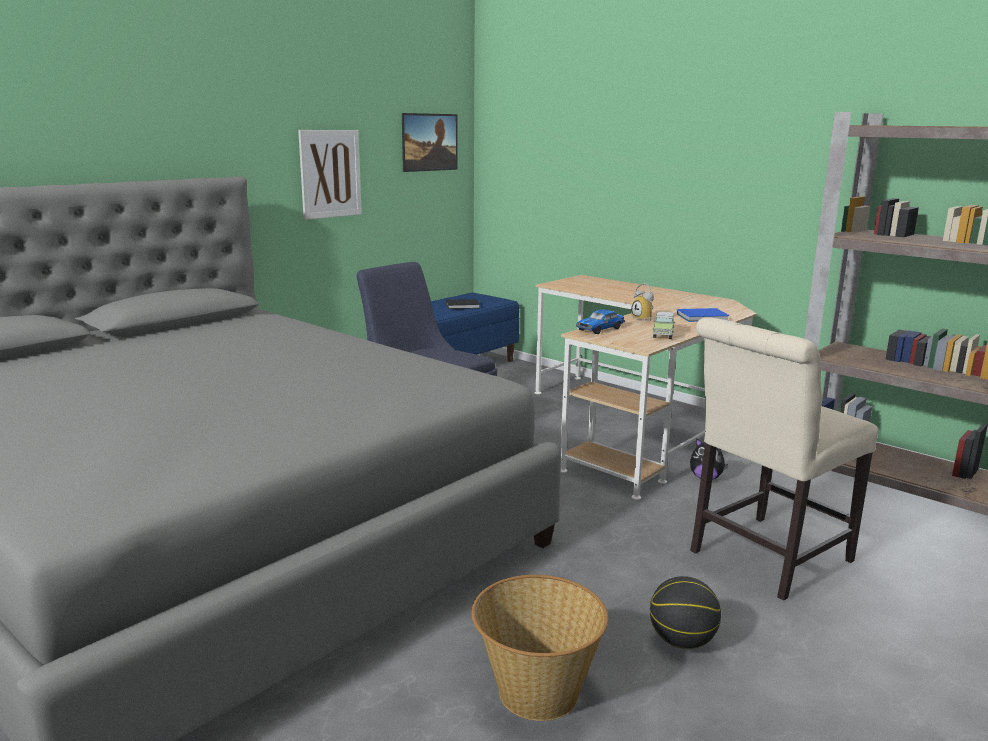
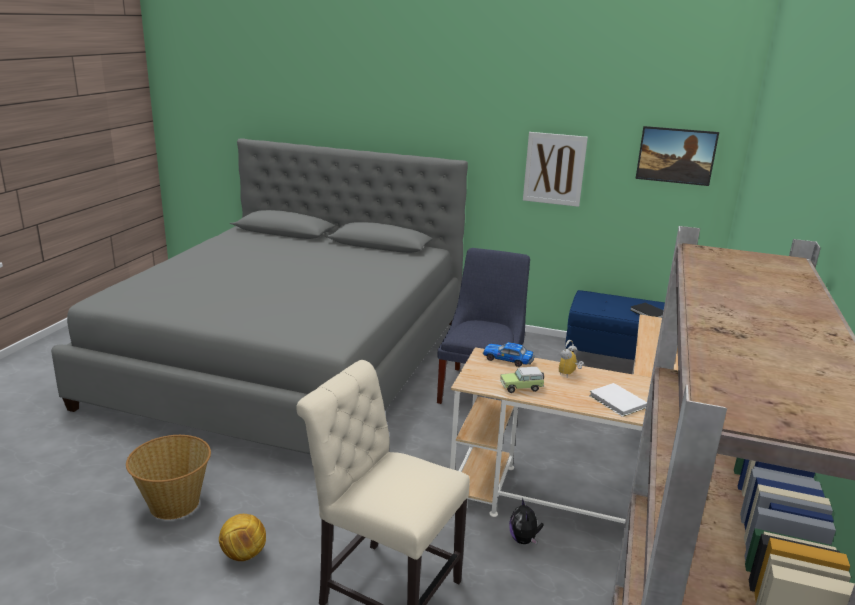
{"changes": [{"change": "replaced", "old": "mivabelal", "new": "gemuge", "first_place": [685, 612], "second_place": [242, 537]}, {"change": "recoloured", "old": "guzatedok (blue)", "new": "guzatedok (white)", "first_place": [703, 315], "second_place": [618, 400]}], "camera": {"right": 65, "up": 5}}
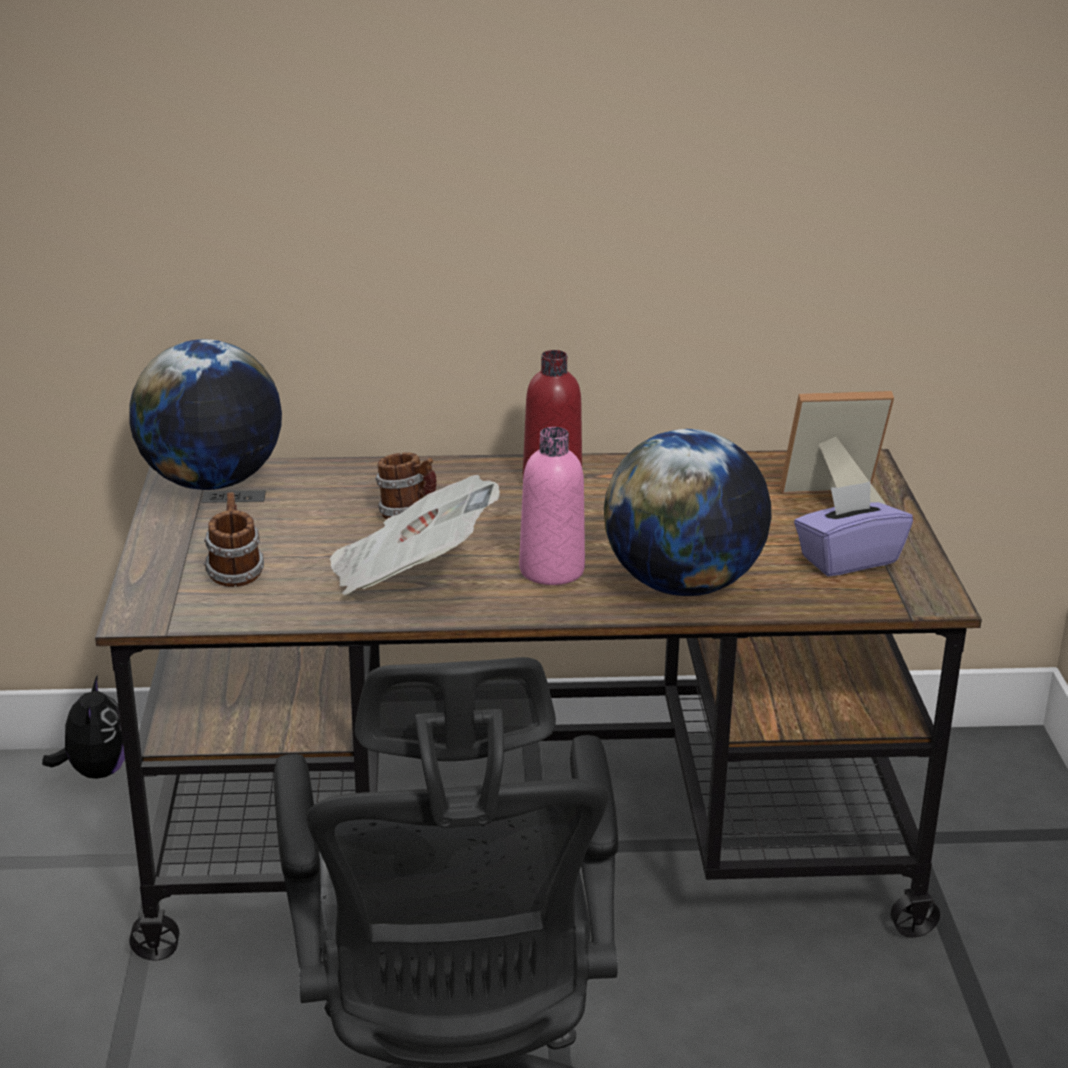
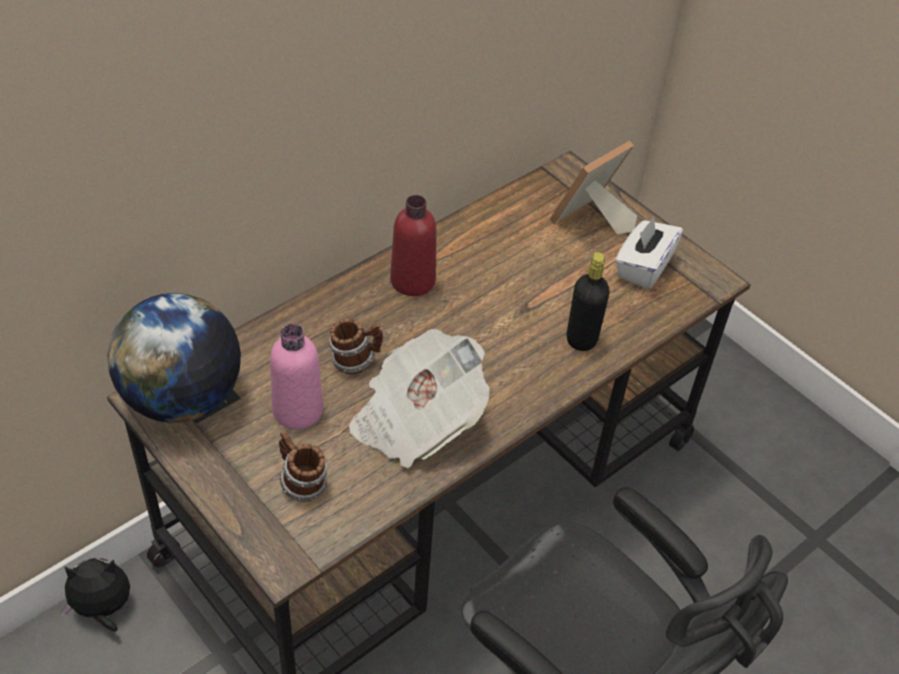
{"changes": [{"change": "turned", "old": "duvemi", "first_place": [83, 726], "second_place": [95, 595], "degrees": -60}, {"change": "moved", "old": "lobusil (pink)", "first_place": [552, 506], "second_place": [296, 376]}, {"change": "replaced", "old": "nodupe", "new": "lobusil (black)", "first_place": [687, 512], "second_place": [588, 301]}, {"change": "recoloured", "old": "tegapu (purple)", "new": "tegapu (white)", "first_place": [853, 528], "second_place": [649, 253]}], "camera": {"right": -40, "up": 20}}
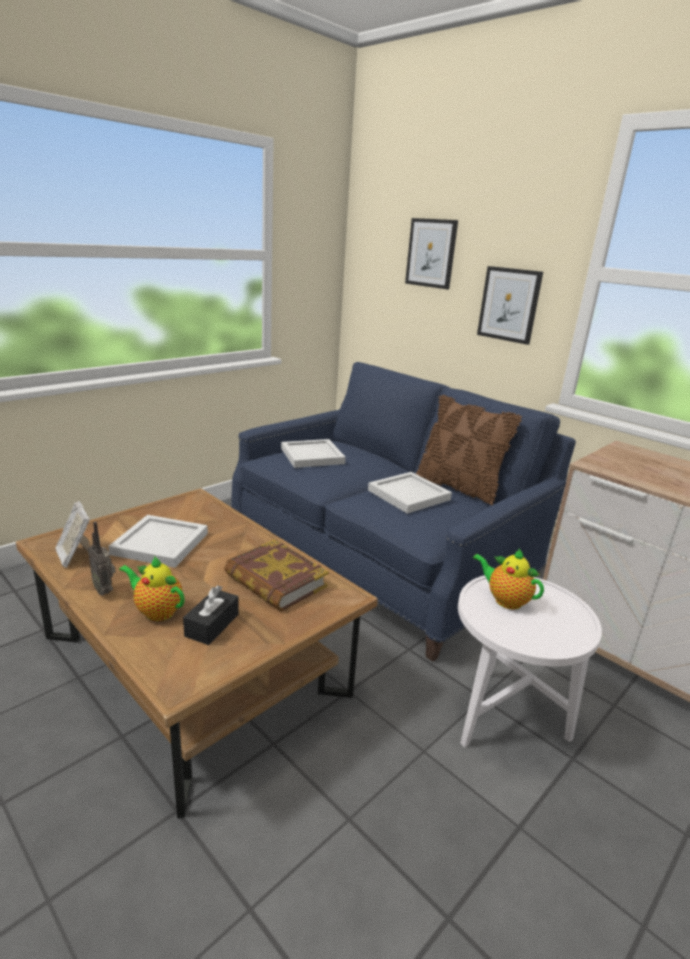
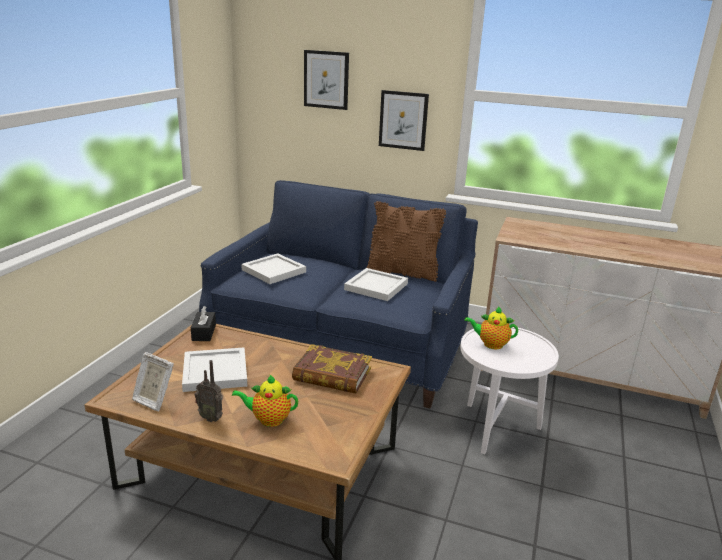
{"changes": [{"change": "moved", "old": "tegapu (black)", "first_place": [211, 615], "second_place": [203, 323]}], "camera": {"right": -25, "up": 0}}
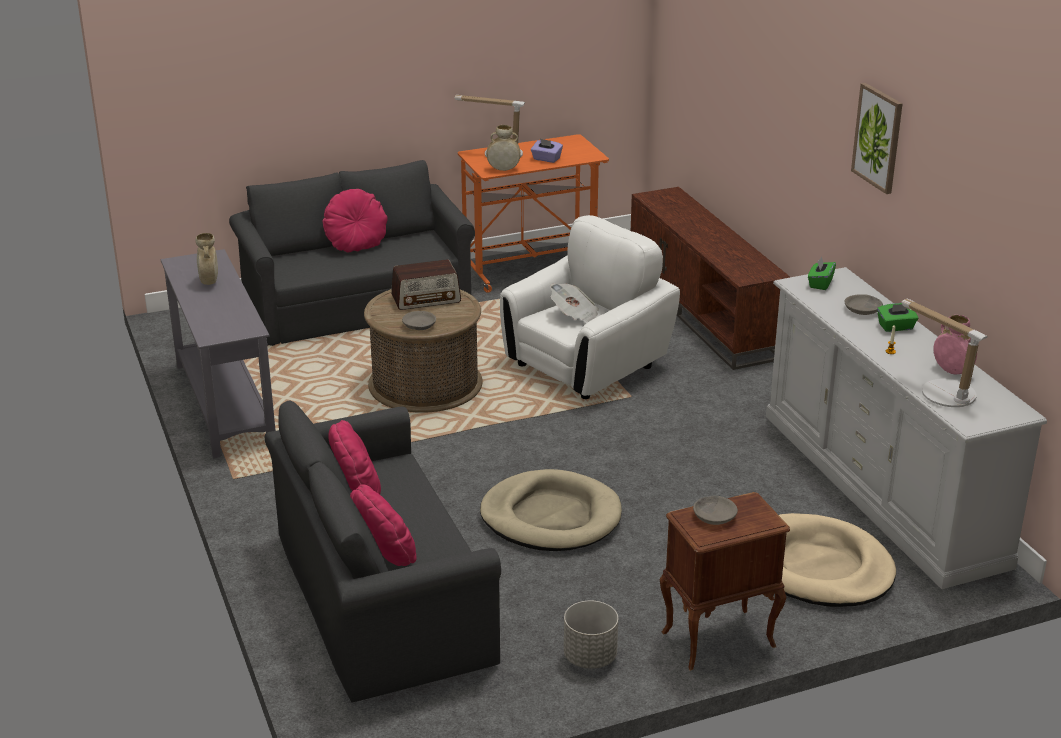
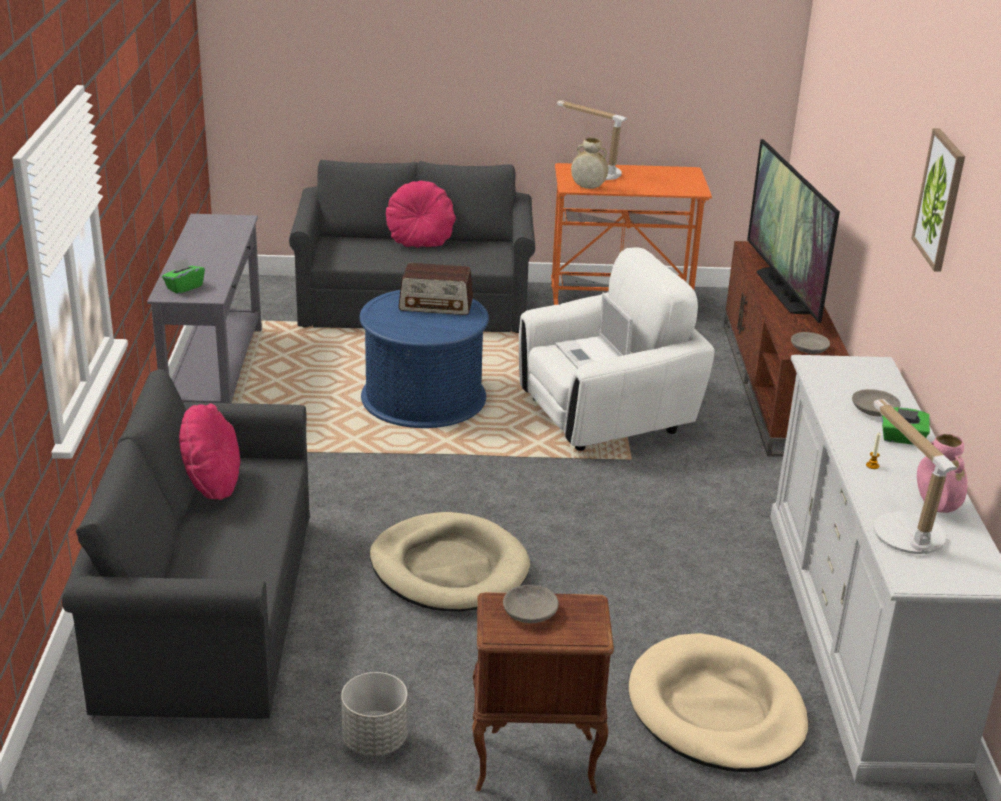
{"changes": [{"change": "removed", "old": "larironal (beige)", "first_place": [206, 259]}, {"change": "removed", "old": "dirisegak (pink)", "first_place": [383, 525]}, {"change": "recoloured", "old": "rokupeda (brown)", "new": "rokupeda (blue)", "first_place": [423, 351], "second_place": [424, 359]}, {"change": "moved", "old": "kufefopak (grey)", "first_place": [419, 320], "second_place": [810, 343]}, {"change": "removed", "old": "tegapu (purple)", "first_place": [547, 151]}, {"change": "replaced", "old": "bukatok", "new": "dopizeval", "first_place": [574, 302], "second_place": [594, 331]}, {"change": "moved", "old": "tegapu (green)", "first_place": [822, 273], "second_place": [183, 276]}, {"change": "added", "new": "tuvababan", "second_place": [793, 231]}], "camera": {"right": 20, "up": 0}}
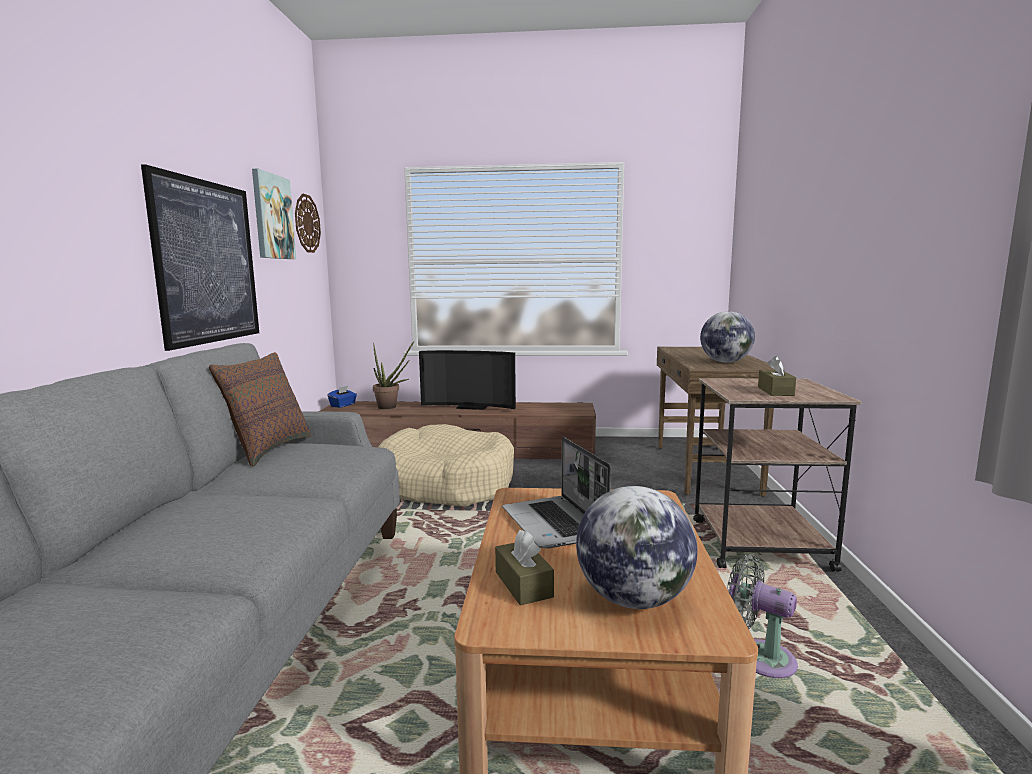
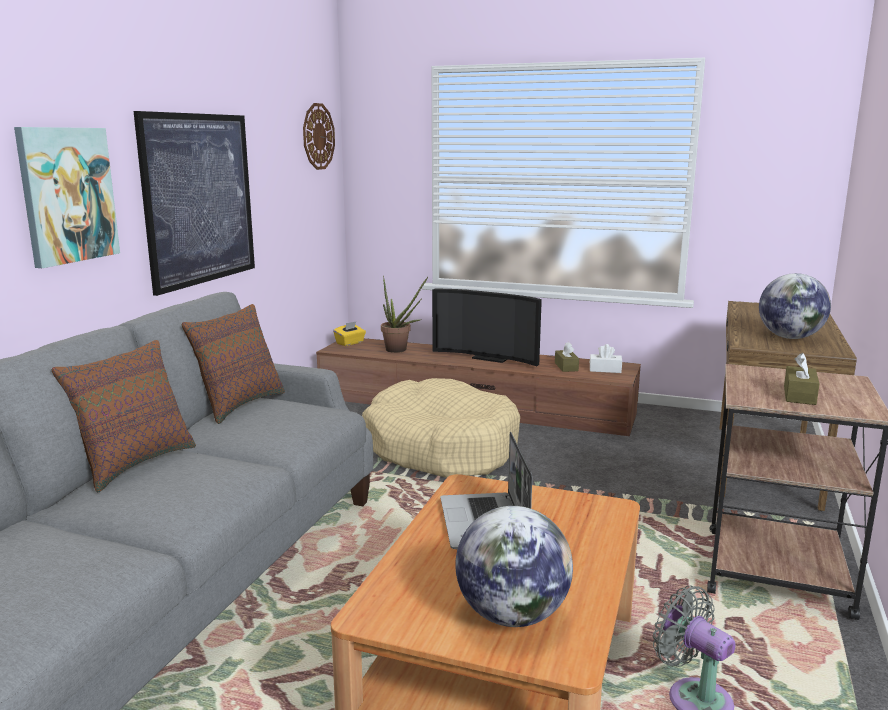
{"changes": [{"change": "moved", "old": "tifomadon", "first_place": [274, 214], "second_place": [67, 197]}, {"change": "recoloured", "old": "tegapu (blue)", "new": "tegapu (yellow)", "first_place": [342, 397], "second_place": [349, 334]}, {"change": "moved", "old": "tegapu (brown)", "first_place": [524, 567], "second_place": [567, 357]}, {"change": "added", "new": "dirisegak (brown)", "second_place": [124, 416]}, {"change": "added", "new": "tegapu (white)", "second_place": [606, 358]}], "camera": {"right": 15, "up": 5}}
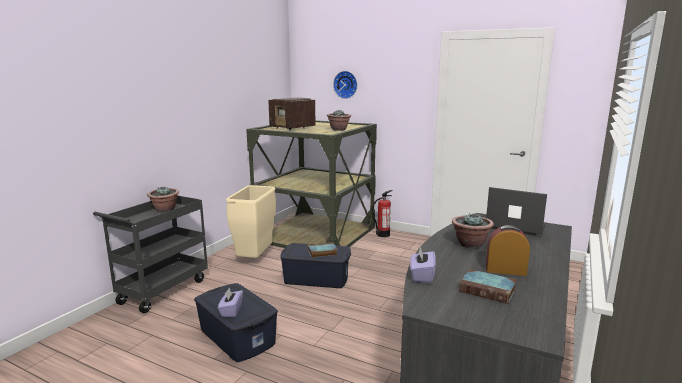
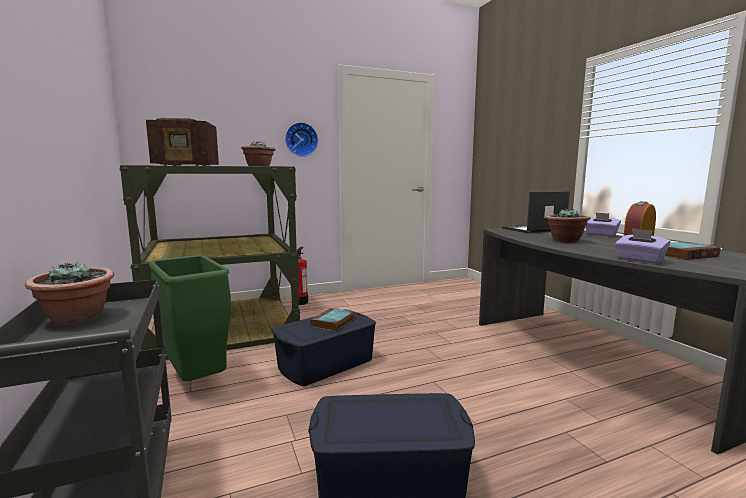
{"changes": [{"change": "moved", "old": "tegapu (purple)", "first_place": [230, 302], "second_place": [603, 225]}, {"change": "recoloured", "old": "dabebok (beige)", "new": "dabebok (green)", "first_place": [251, 221], "second_place": [190, 318]}, {"change": "moved", "old": "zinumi", "first_place": [345, 85], "second_place": [301, 139]}], "camera": {"right": -50, "up": -5}}
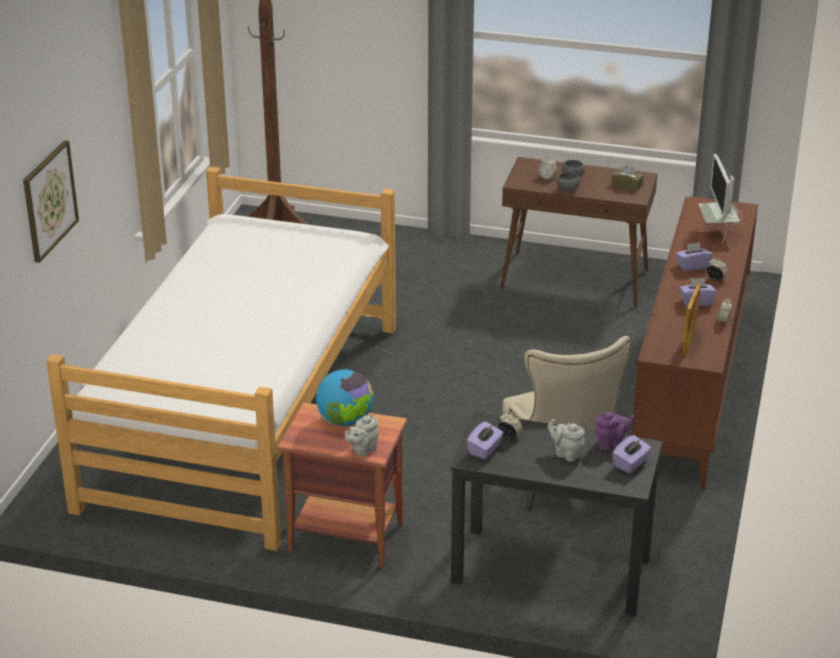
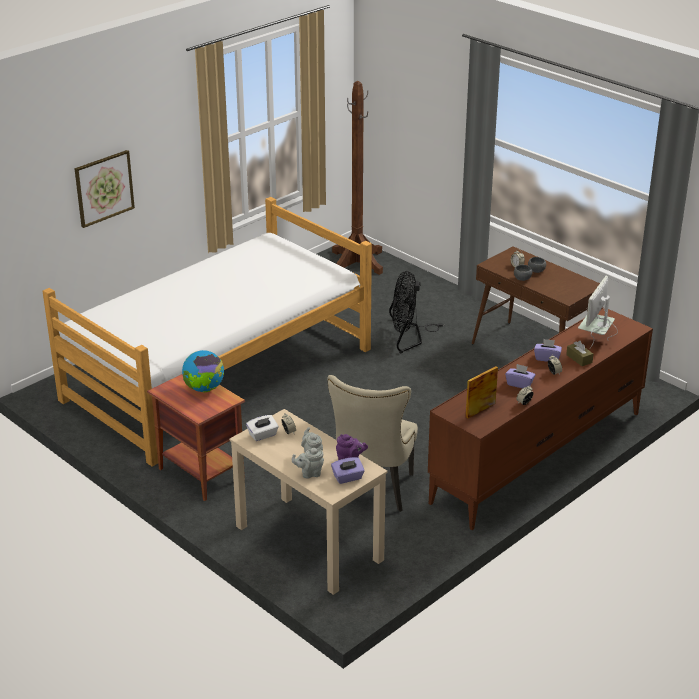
{"changes": [{"change": "moved", "old": "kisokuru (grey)", "first_place": [362, 435], "second_place": [308, 463]}, {"change": "recoloured", "old": "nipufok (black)", "new": "nipufok (beige)", "first_place": [556, 514], "second_place": [308, 502]}, {"change": "recoloured", "old": "tegapu (purple)", "new": "tegapu (white)", "first_place": [485, 440], "second_place": [262, 428]}, {"change": "moved", "old": "tegapu (brown)", "first_place": [628, 177], "second_place": [579, 353]}, {"change": "added", "new": "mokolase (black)", "second_place": [416, 312]}], "camera": {"right": 30, "up": 0}}
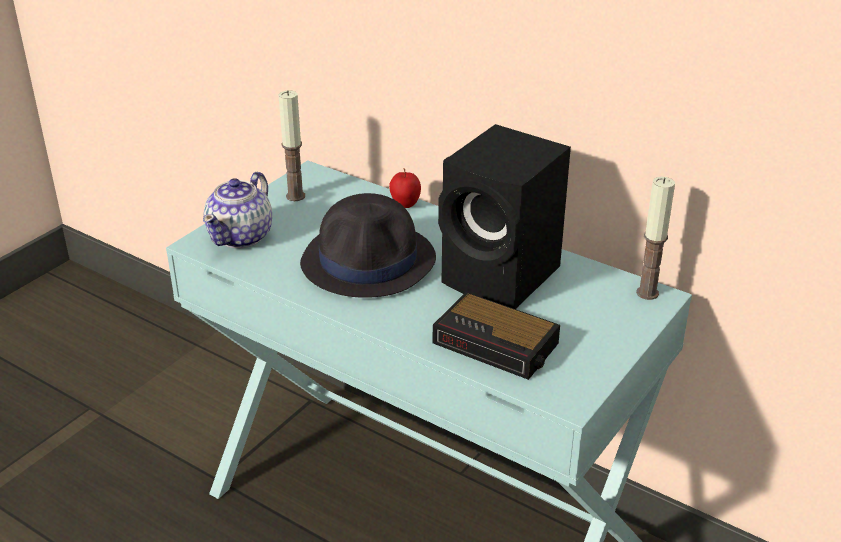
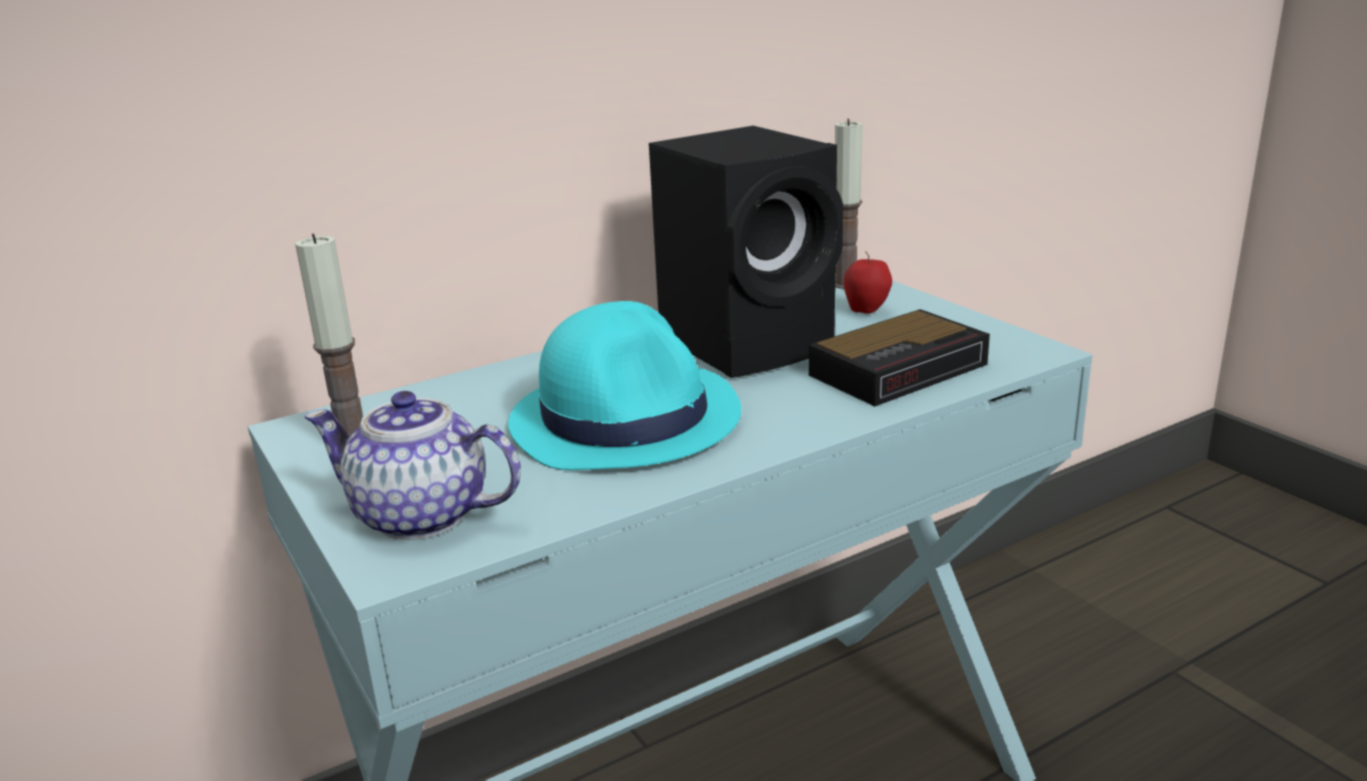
{"changes": [{"change": "turned", "old": "kisokuru", "first_place": [237, 209], "second_place": [412, 465], "degrees": 150}, {"change": "recoloured", "old": "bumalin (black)", "new": "bumalin (turquoise)", "first_place": [368, 245], "second_place": [624, 385]}, {"change": "moved", "old": "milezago", "first_place": [405, 188], "second_place": [868, 282]}], "camera": {"right": -65, "up": -10}}
